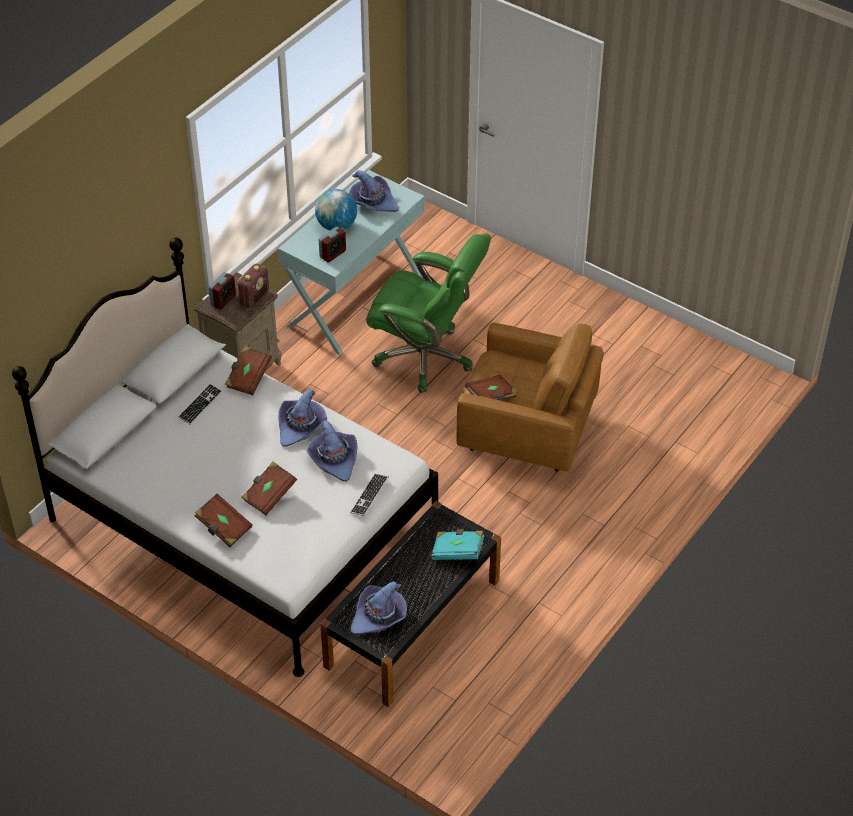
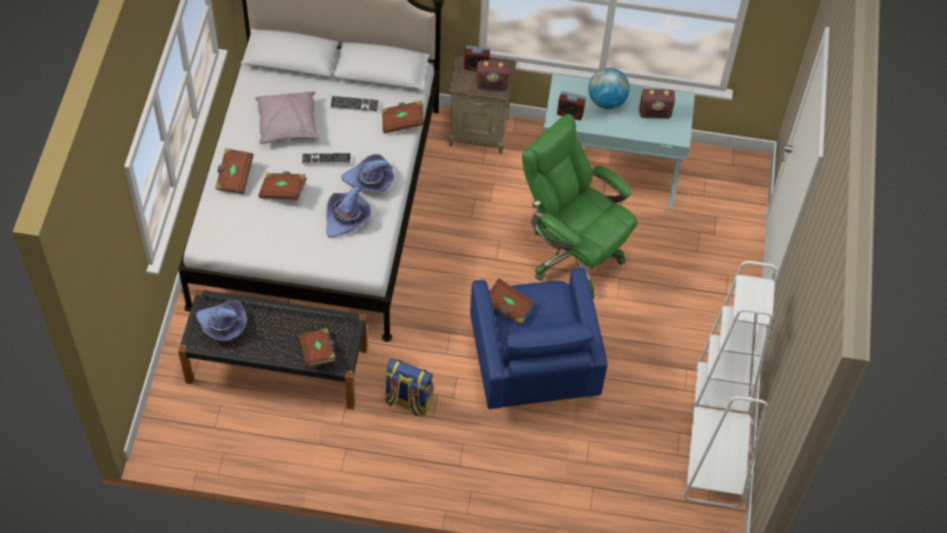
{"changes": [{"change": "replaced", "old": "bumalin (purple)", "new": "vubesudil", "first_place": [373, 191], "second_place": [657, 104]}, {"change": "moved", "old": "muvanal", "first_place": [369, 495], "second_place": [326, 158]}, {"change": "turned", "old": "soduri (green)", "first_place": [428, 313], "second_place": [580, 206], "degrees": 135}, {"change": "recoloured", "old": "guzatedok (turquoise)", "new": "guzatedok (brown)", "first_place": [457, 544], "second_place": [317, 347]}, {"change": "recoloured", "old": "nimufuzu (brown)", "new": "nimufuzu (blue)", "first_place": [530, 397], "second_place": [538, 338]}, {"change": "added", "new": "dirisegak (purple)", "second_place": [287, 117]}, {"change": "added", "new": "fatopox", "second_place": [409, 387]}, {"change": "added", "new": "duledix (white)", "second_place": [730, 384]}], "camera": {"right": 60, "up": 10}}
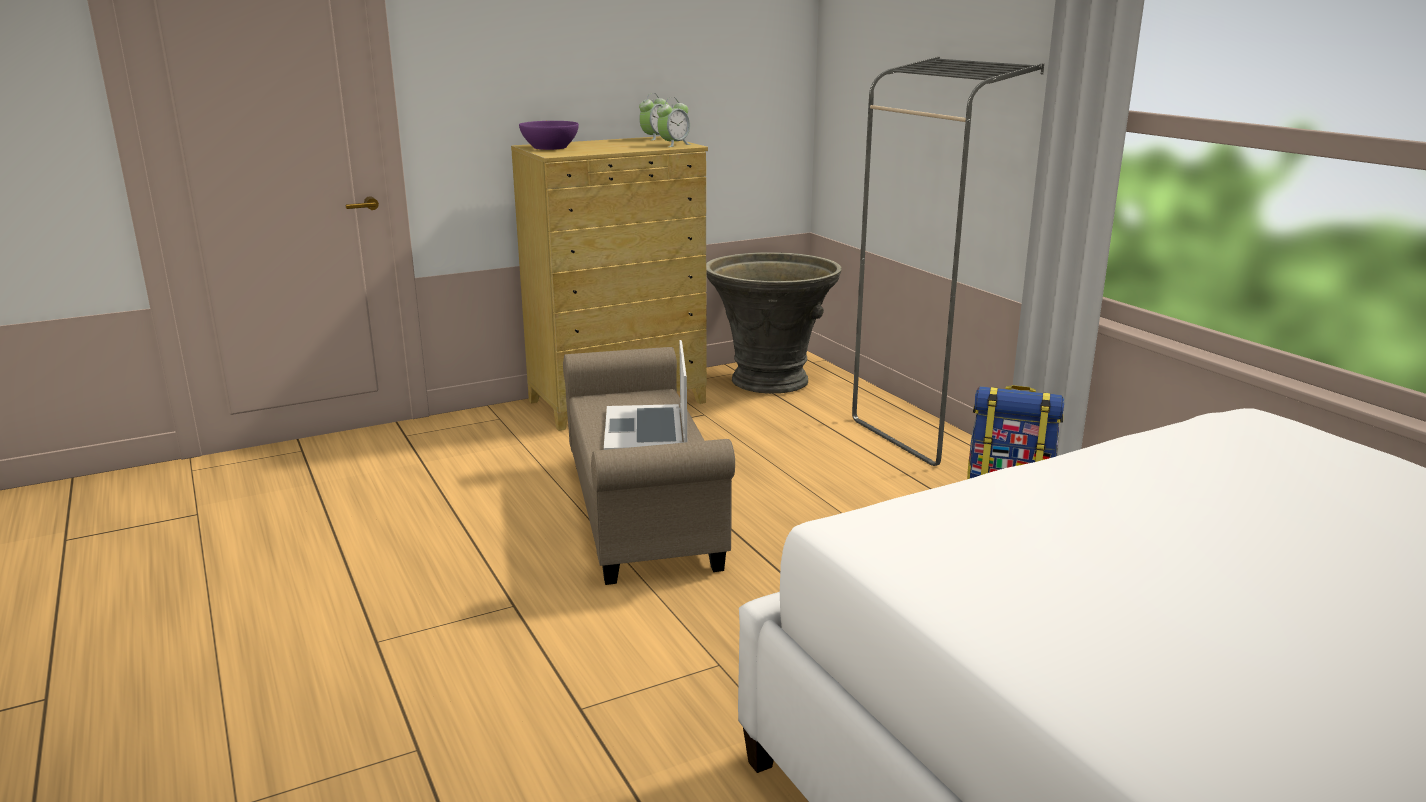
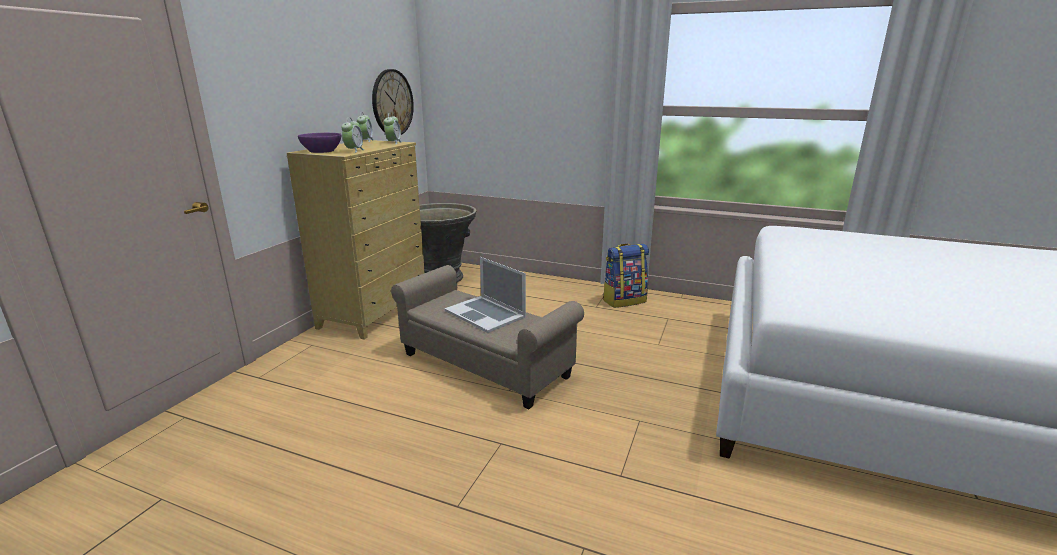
{"changes": [{"change": "removed", "old": "duledix (grey)", "first_place": [948, 261]}, {"change": "added", "new": "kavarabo", "second_place": [353, 135]}, {"change": "added", "new": "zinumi", "second_place": [393, 102]}], "camera": {"right": -40, "up": 0}}
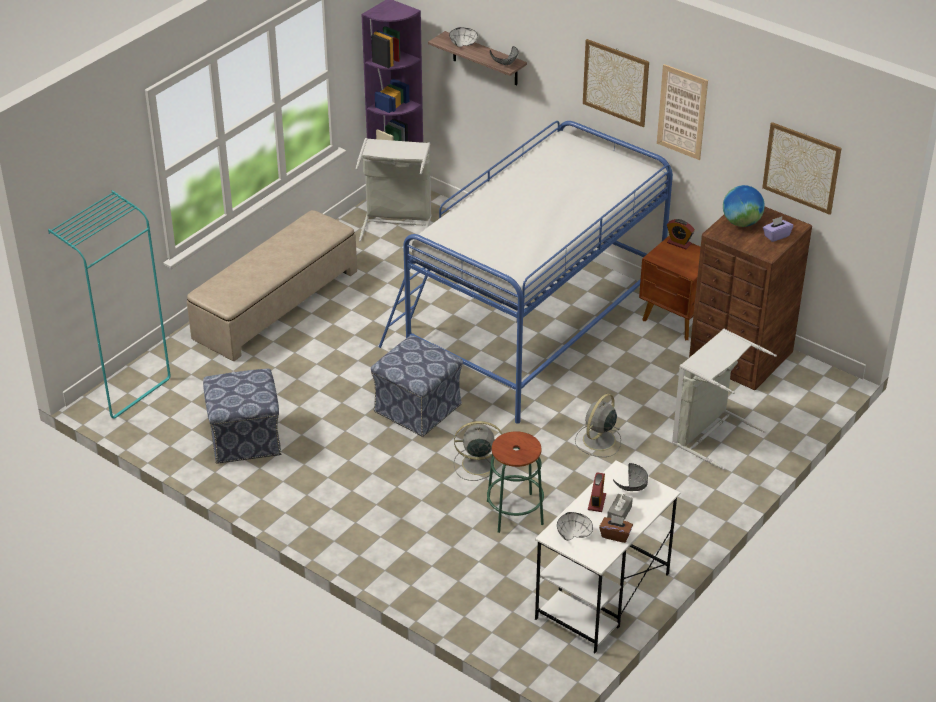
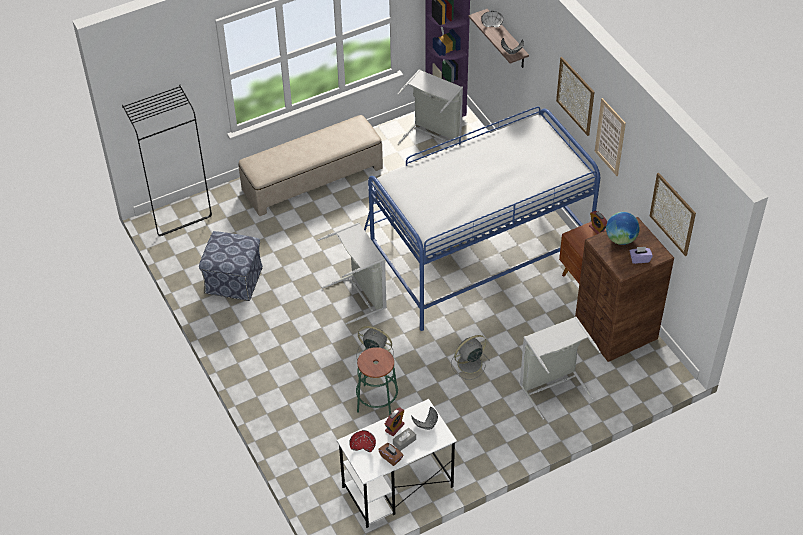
{"changes": [{"change": "recoloured", "old": "duledix (turquoise)", "new": "duledix (black)", "first_place": [109, 304], "second_place": [167, 160]}, {"change": "replaced", "old": "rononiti", "new": "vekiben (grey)", "first_place": [417, 386], "second_place": [352, 274]}, {"change": "recoloured", "old": "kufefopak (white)", "new": "kufefopak (red)", "first_place": [575, 526], "second_place": [362, 441]}], "camera": {"right": 25, "up": 10}}
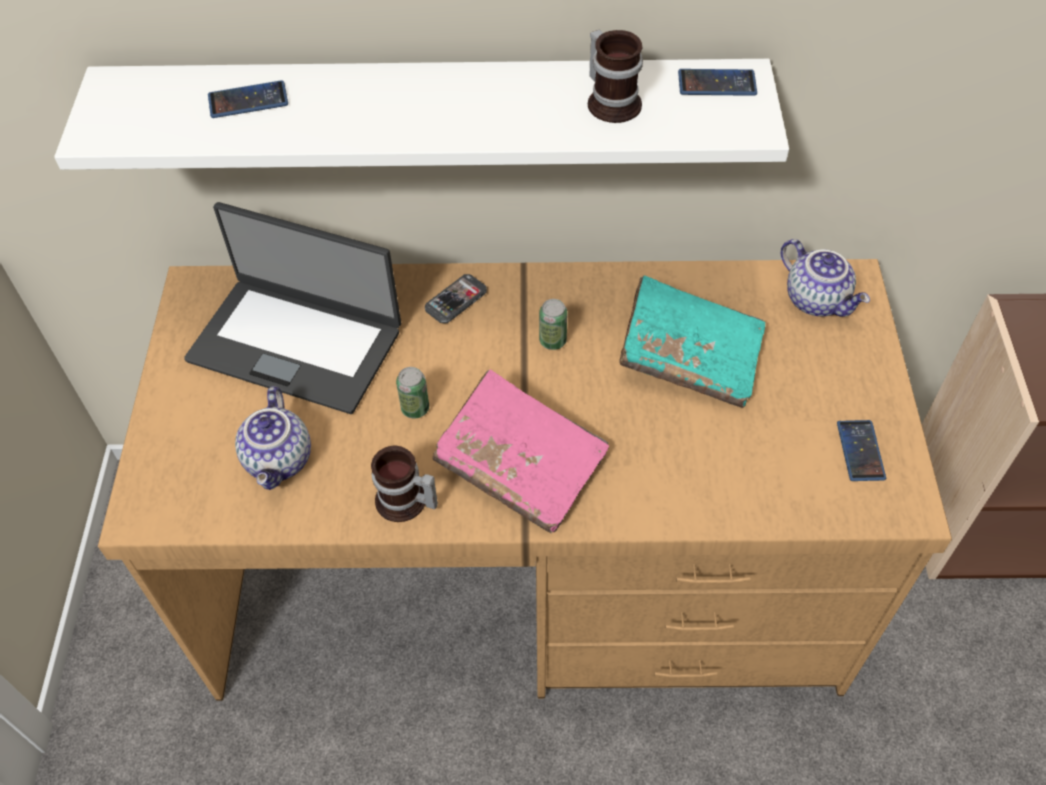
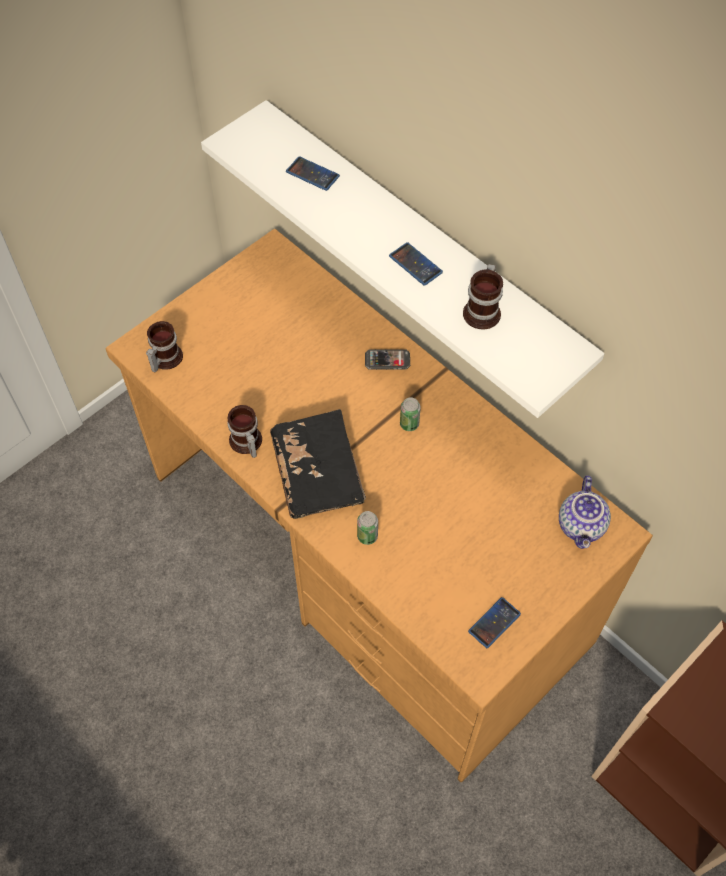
{"changes": [{"change": "removed", "old": "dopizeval", "first_place": [292, 308]}, {"change": "removed", "old": "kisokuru", "first_place": [273, 438]}, {"change": "moved", "old": "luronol", "first_place": [412, 393], "second_place": [367, 528]}, {"change": "recoloured", "old": "guzatedok (pink)", "new": "guzatedok (black)", "first_place": [520, 451], "second_place": [318, 464]}, {"change": "removed", "old": "guzatedok (turquoise)", "first_place": [692, 341]}, {"change": "moved", "old": "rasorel", "first_place": [717, 82], "second_place": [416, 264]}, {"change": "added", "new": "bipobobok", "second_place": [164, 347]}], "camera": {"right": 45, "up": 5}}
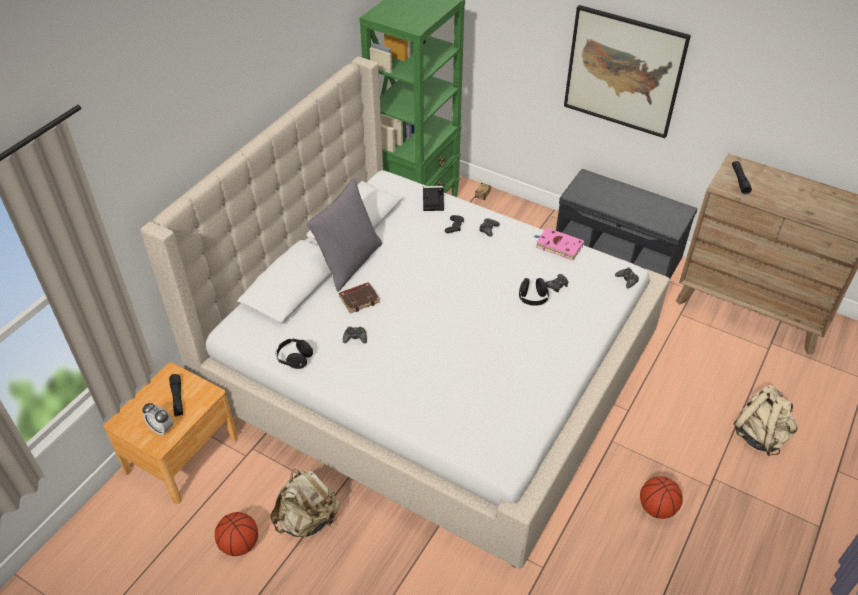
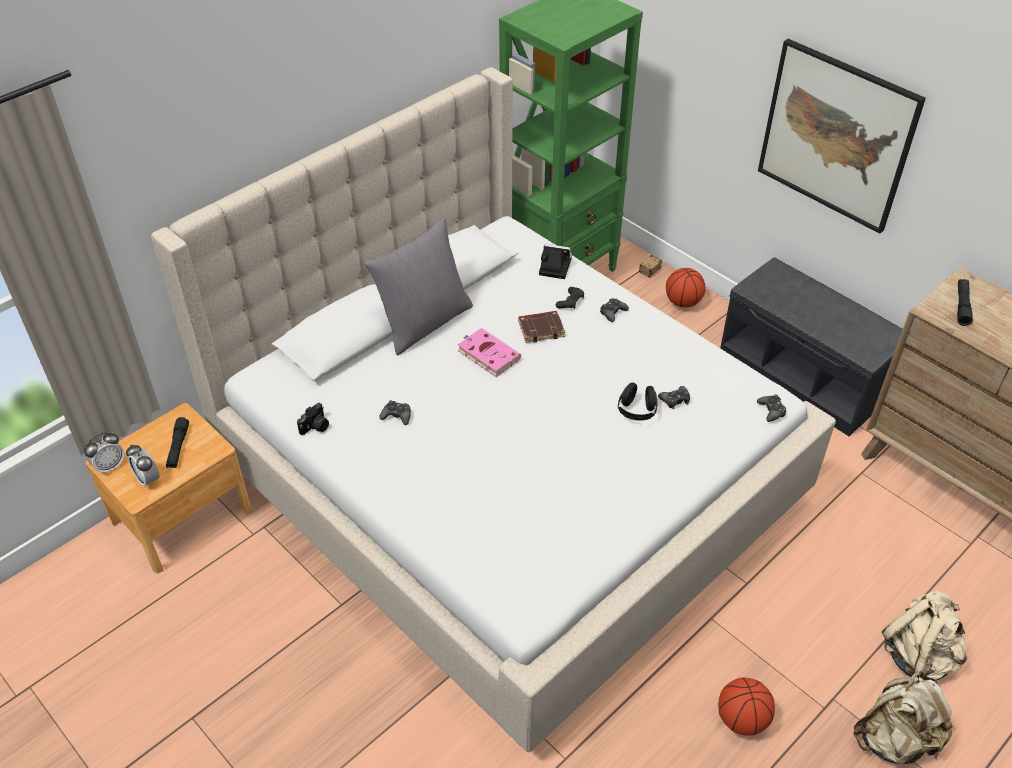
{"changes": [{"change": "moved", "old": "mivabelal", "first_place": [236, 534], "second_place": [685, 288]}, {"change": "moved", "old": "fatopox (beige)", "first_place": [305, 502], "second_place": [904, 718]}, {"change": "replaced", "old": "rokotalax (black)", "new": "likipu", "first_place": [294, 354], "second_place": [313, 419]}, {"change": "moved", "old": "guzatedok (brown)", "first_place": [359, 297], "second_place": [541, 327]}, {"change": "moved", "old": "guzatedok (pink)", "first_place": [559, 244], "second_place": [489, 352]}, {"change": "added", "new": "kavarabo", "second_place": [104, 453]}], "camera": {"right": 15, "up": 0}}
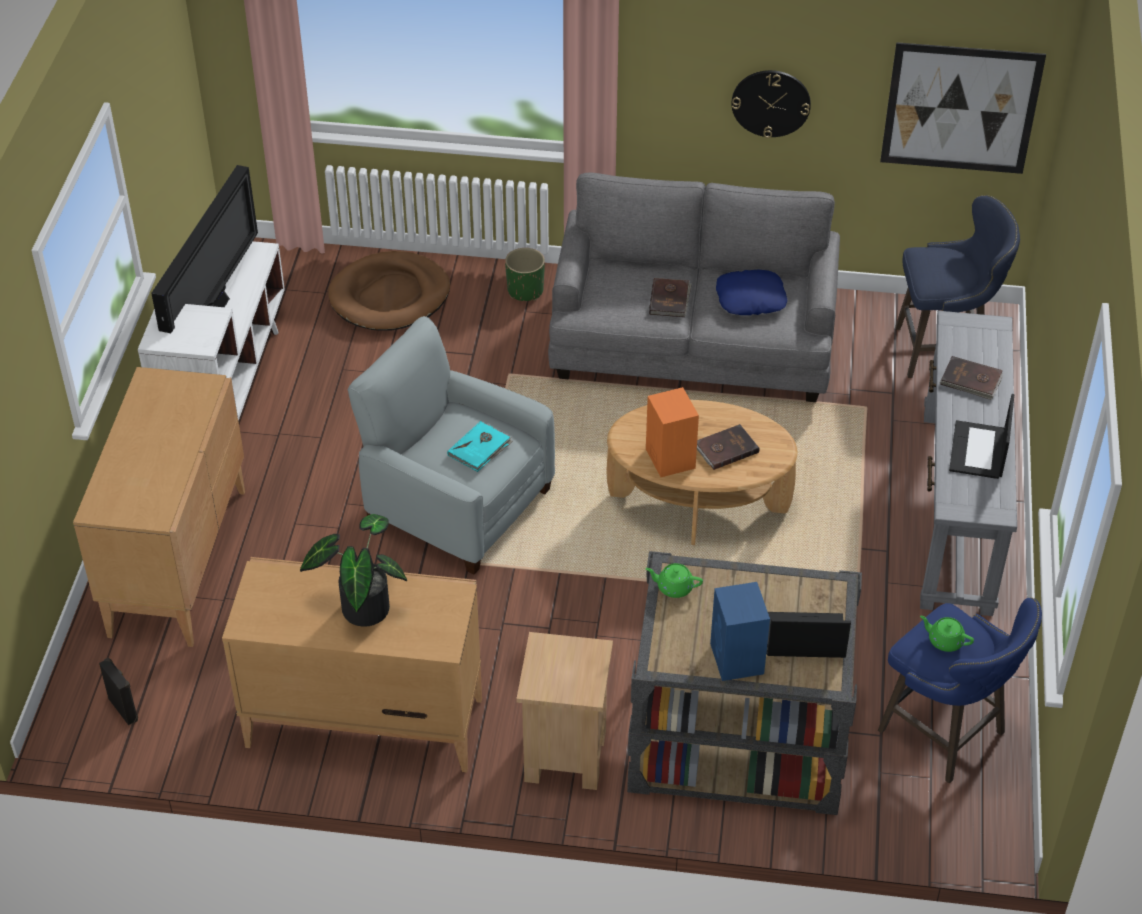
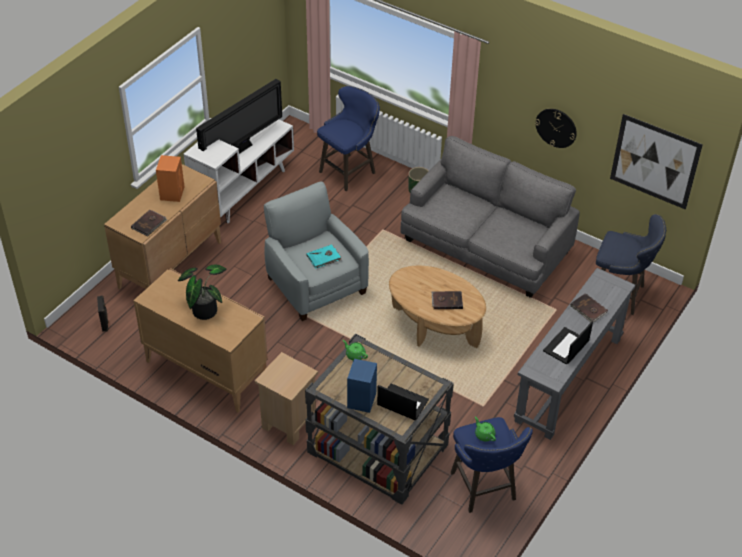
{"changes": [{"change": "replaced", "old": "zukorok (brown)", "new": "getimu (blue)", "first_place": [389, 291], "second_place": [348, 138]}, {"change": "moved", "old": "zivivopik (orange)", "first_place": [672, 432], "second_place": [170, 178]}, {"change": "moved", "old": "guzatedok (brown)", "first_place": [670, 297], "second_place": [149, 223]}, {"change": "removed", "old": "dirisegak (blue)", "first_place": [752, 292]}], "camera": {"right": 25, "up": 0}}
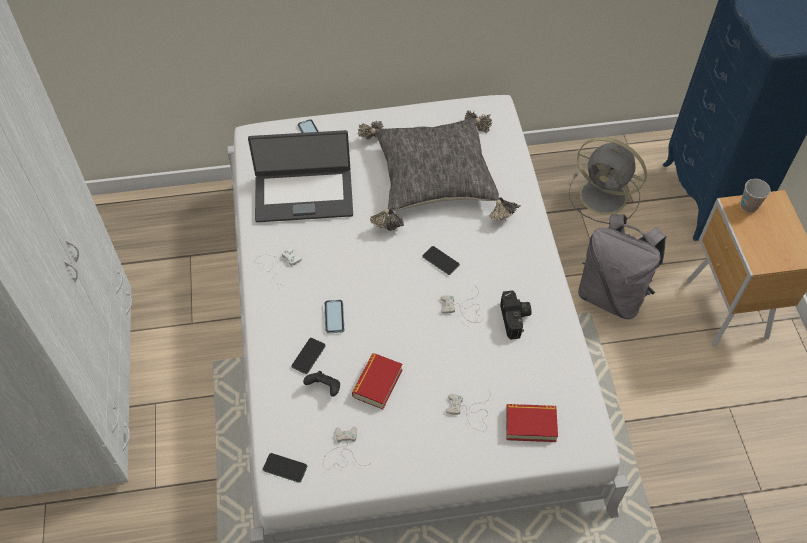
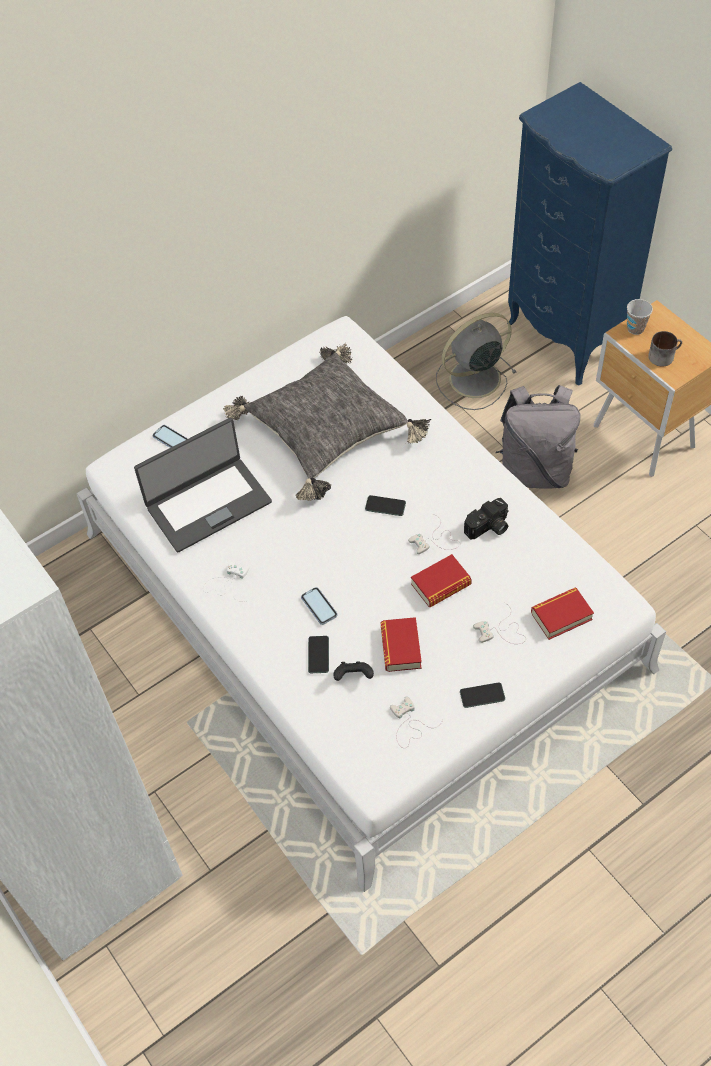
{"changes": [{"change": "moved", "old": "rasorel", "first_place": [285, 468], "second_place": [482, 695]}, {"change": "turned", "old": "likipu", "first_place": [515, 315], "second_place": [486, 519], "degrees": 90}, {"change": "turned", "old": "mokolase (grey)", "first_place": [608, 180], "second_place": [476, 361], "degrees": 150}, {"change": "added", "new": "guzatedok", "second_place": [441, 580]}, {"change": "added", "new": "bipobobok", "second_place": [665, 349]}], "camera": {"right": -25, "up": 0}}
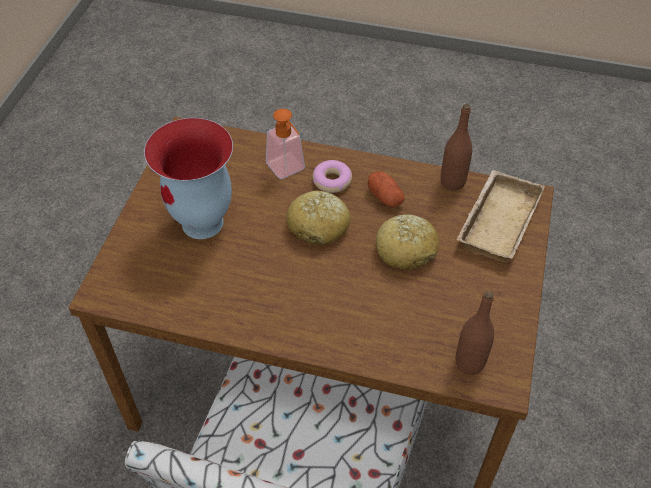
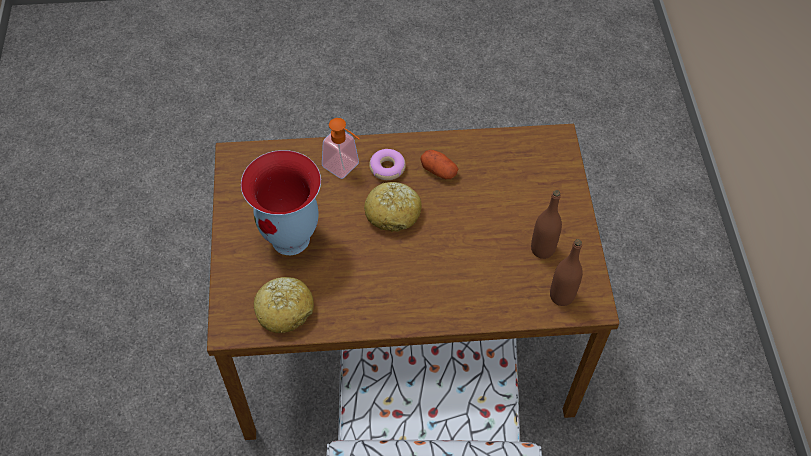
{"changes": [{"change": "moved", "old": "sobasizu", "first_place": [407, 242], "second_place": [284, 305]}, {"change": "moved", "old": "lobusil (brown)", "first_place": [456, 147], "second_place": [546, 224]}, {"change": "removed", "old": "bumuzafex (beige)", "first_place": [500, 216]}], "camera": {"right": -20, "up": 5}}
